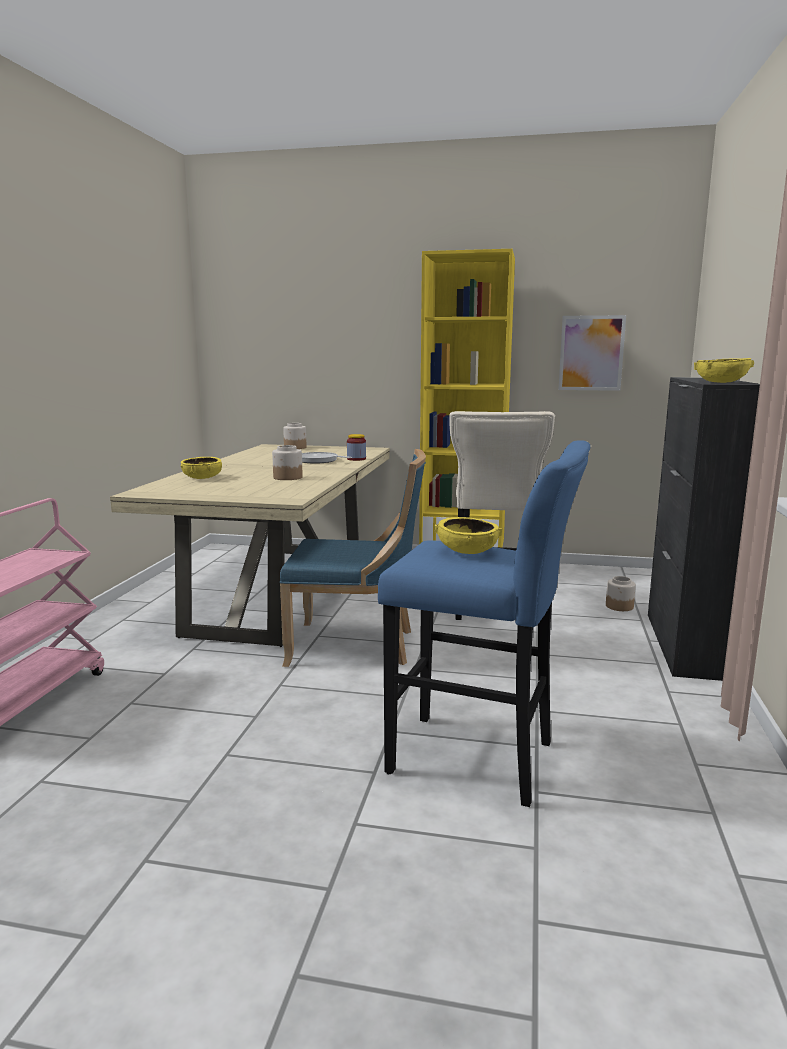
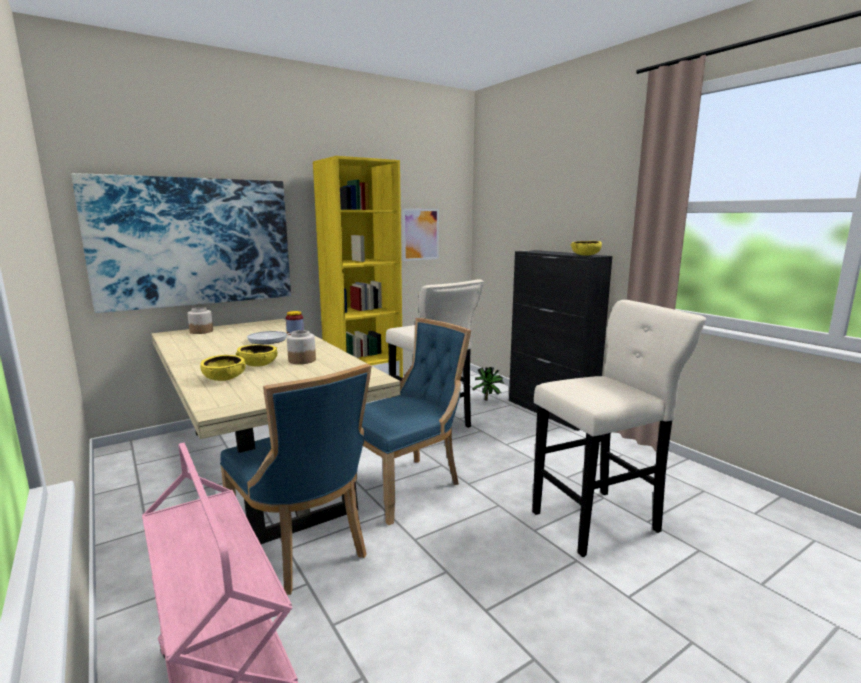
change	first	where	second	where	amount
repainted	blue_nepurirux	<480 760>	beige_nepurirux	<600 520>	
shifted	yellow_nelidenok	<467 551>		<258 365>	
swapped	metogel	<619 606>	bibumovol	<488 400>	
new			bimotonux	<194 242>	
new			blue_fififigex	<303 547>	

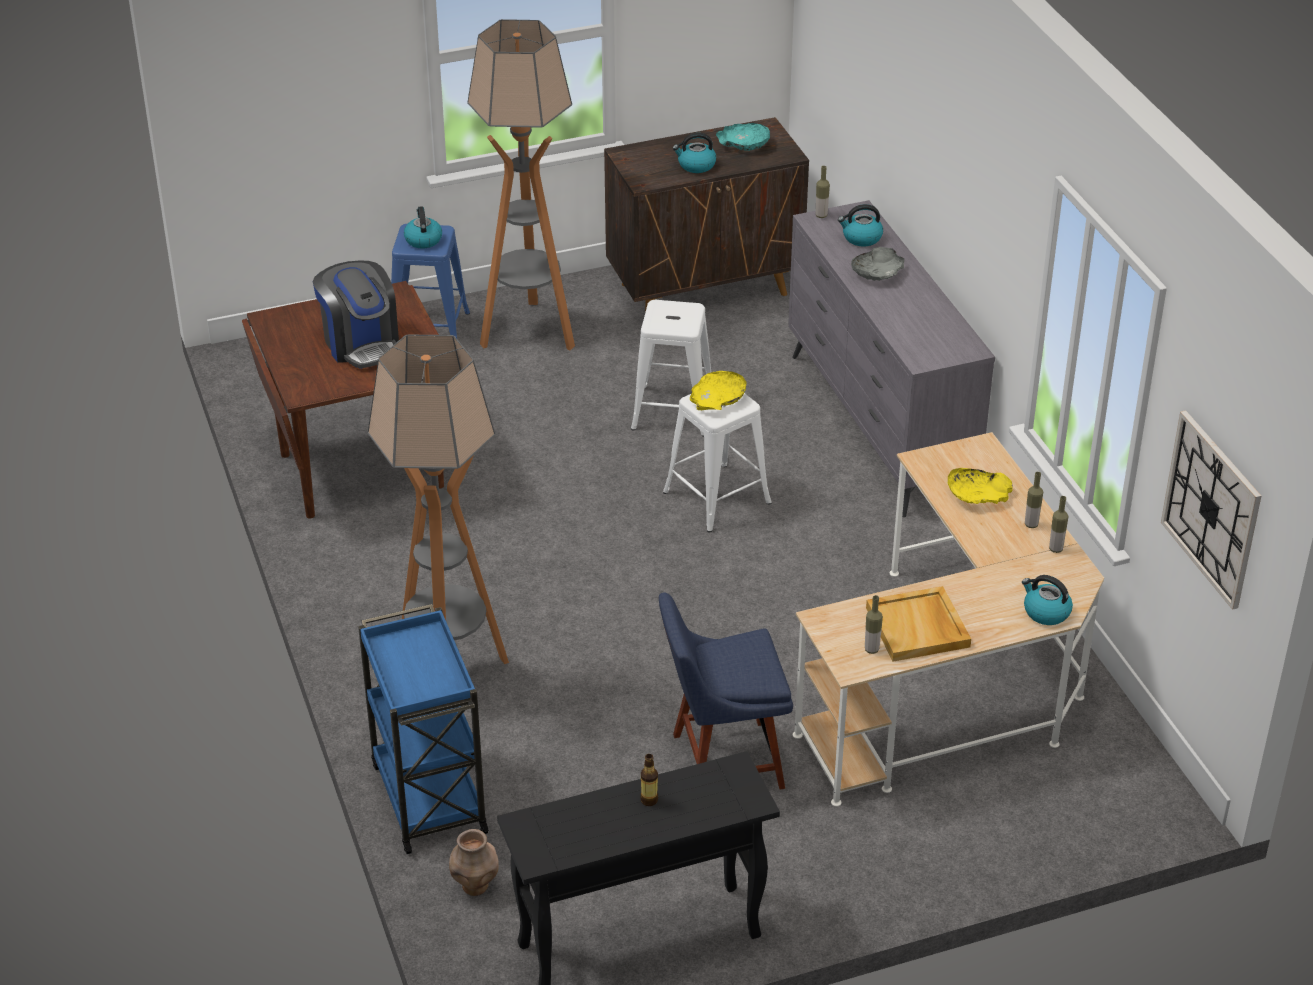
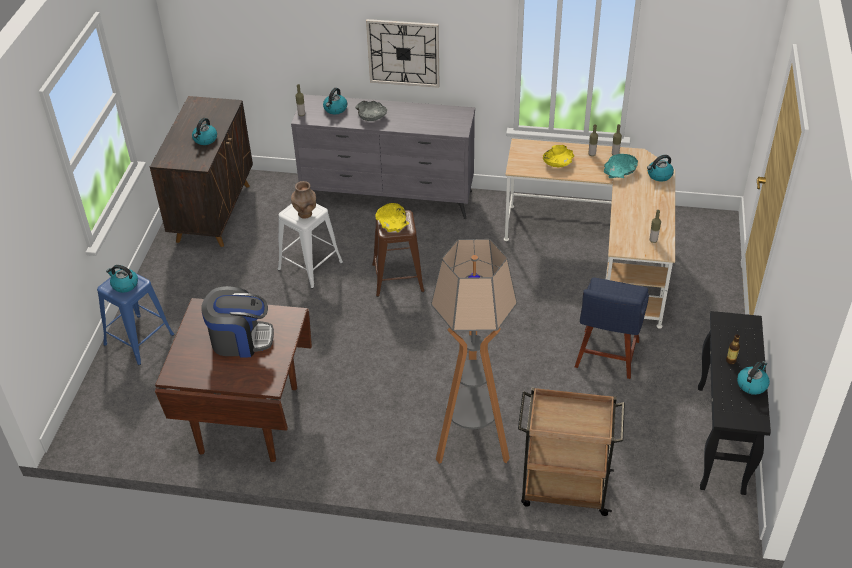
change	first	where	second	where	amount
repainted	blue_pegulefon	<428 796>	brown_pegulefon	<563 489>	
shifted	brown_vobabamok	<475 886>		<305 214>	
gone	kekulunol	<529 332>			
repainted	white_nepurirux	<717 497>	brown_nepurirux	<398 278>	
shifted	turquoise_nelidenok	<744 144>		<619 171>	
gone	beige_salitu	<918 628>			
shifted	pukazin	<1211 508>		<403 53>	
new			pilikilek	<752 384>	

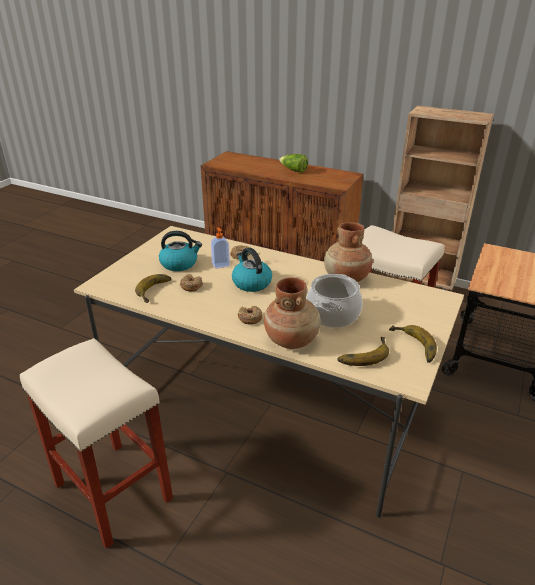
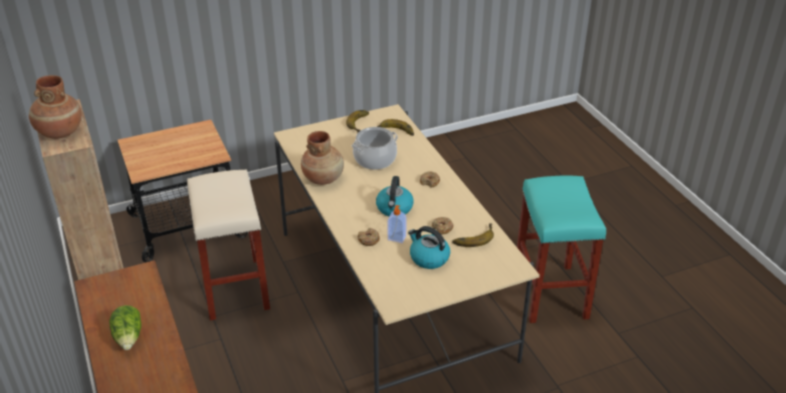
change	first	where	second	where	amount
repainted	beige_nepurirux	<111 491>	turquoise_nepurirux	<551 294>	
shifted	brown_vobabamok	<291 339>		<59 132>	

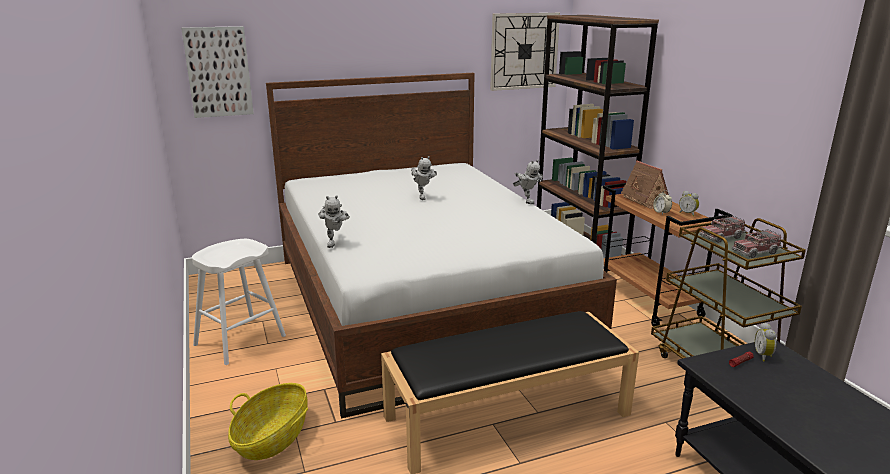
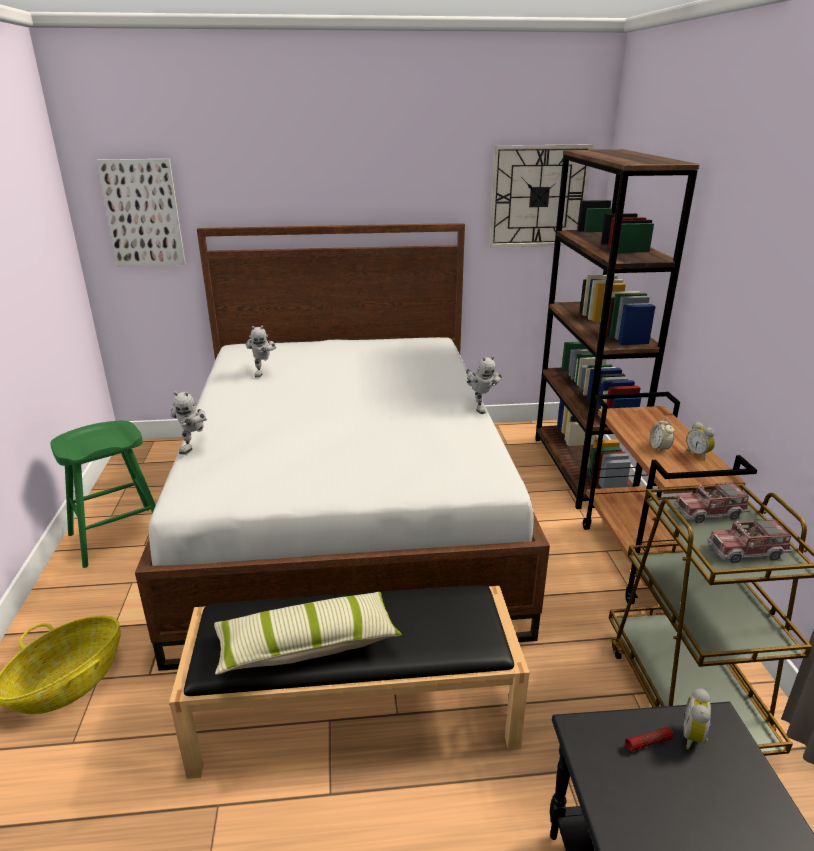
change	first	where	second	where	amount
repainted	white_nepurirux	<240 340>	green_nepurirux	<118 536>	
shifted	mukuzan	<422 197>		<263 372>	
gone	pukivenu	<646 200>			
new			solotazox	<307 645>	

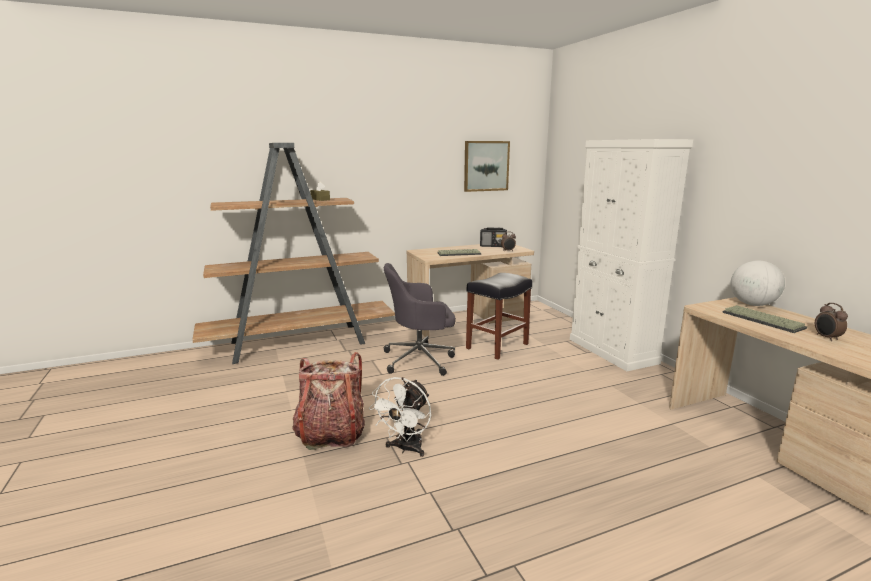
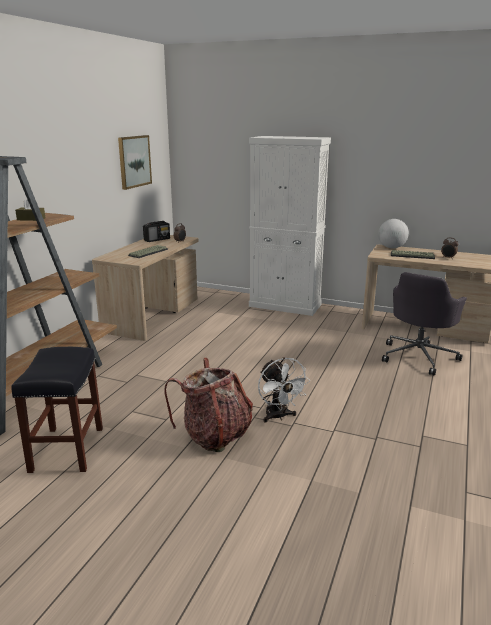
change	first	where	second	where	amount
shifted	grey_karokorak	<420 359>		<419 356>	
shifted	black_nepurirux	<497 346>		<67 450>	

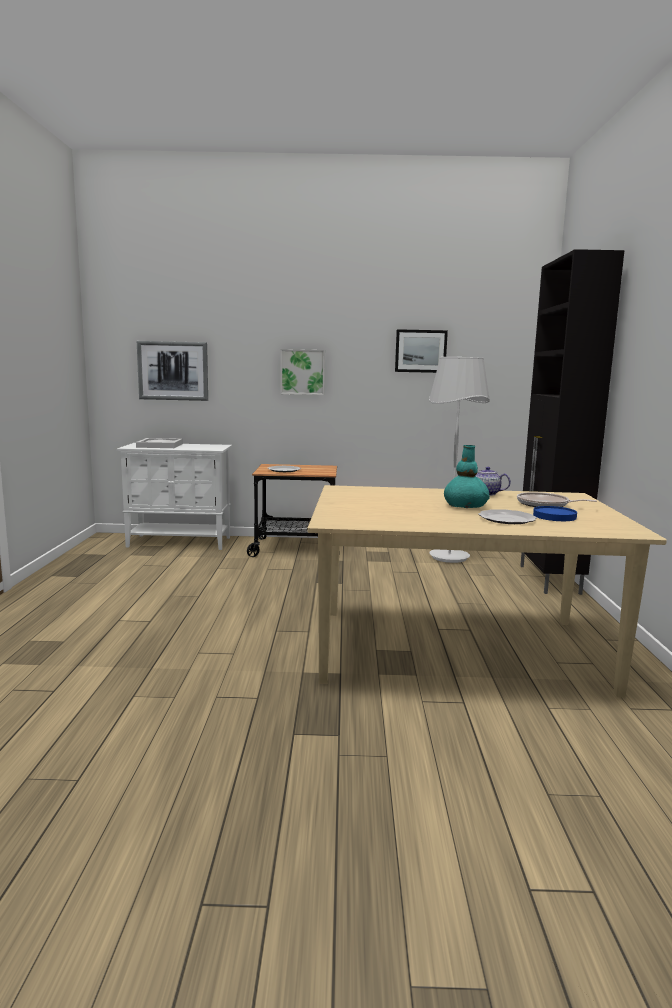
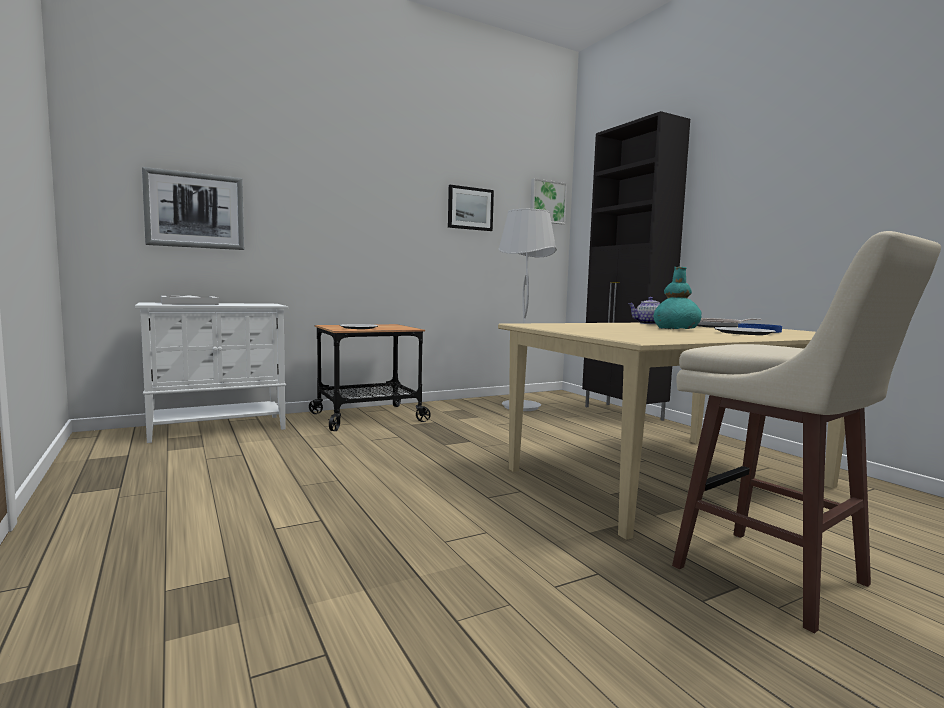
change	first	where	second	where	amount
shifted	bimotonux	<302 372>		<547 202>	
new			beige_nepurirux	<774 579>	

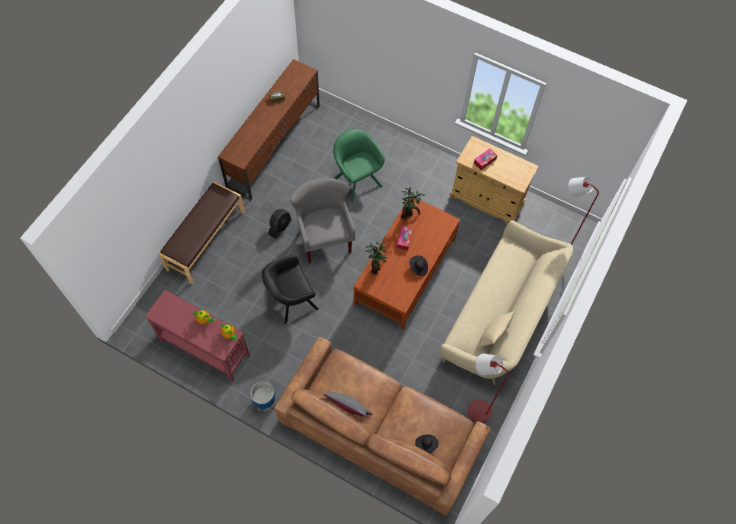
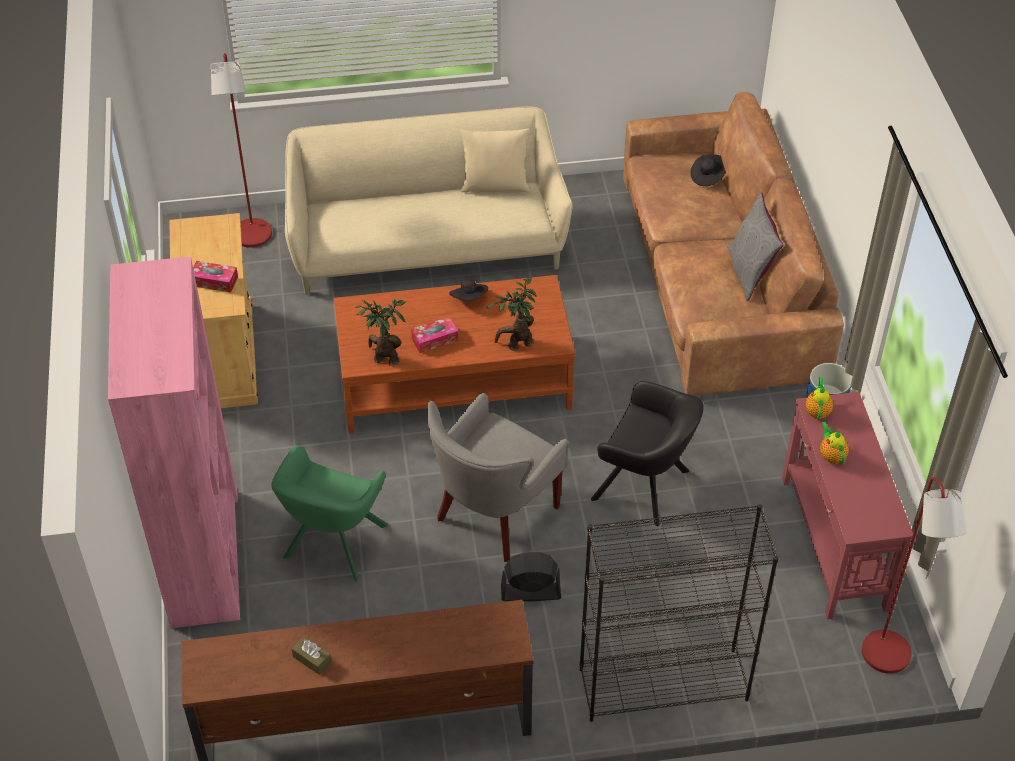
change	first	where	second	where	amount
swapped	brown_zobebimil	<205 240>	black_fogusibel	<662 685>	
shifted	red_kekulunol	<475 409>		<889 661>	
new			pink_fogusibel	<205 557>	

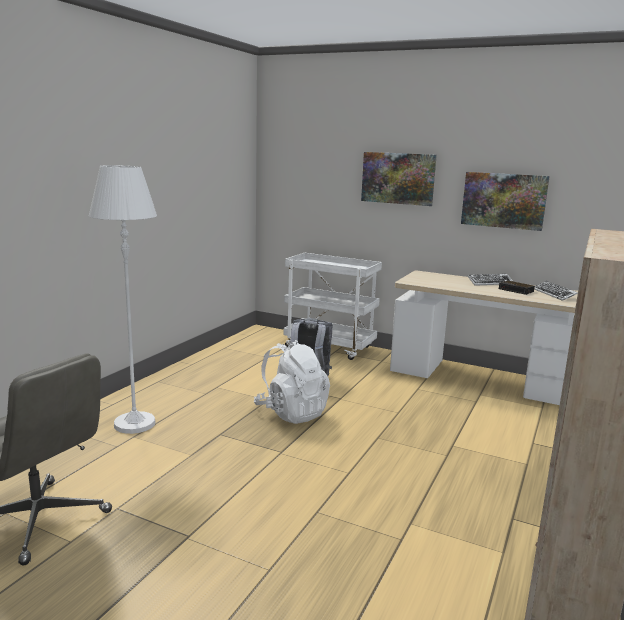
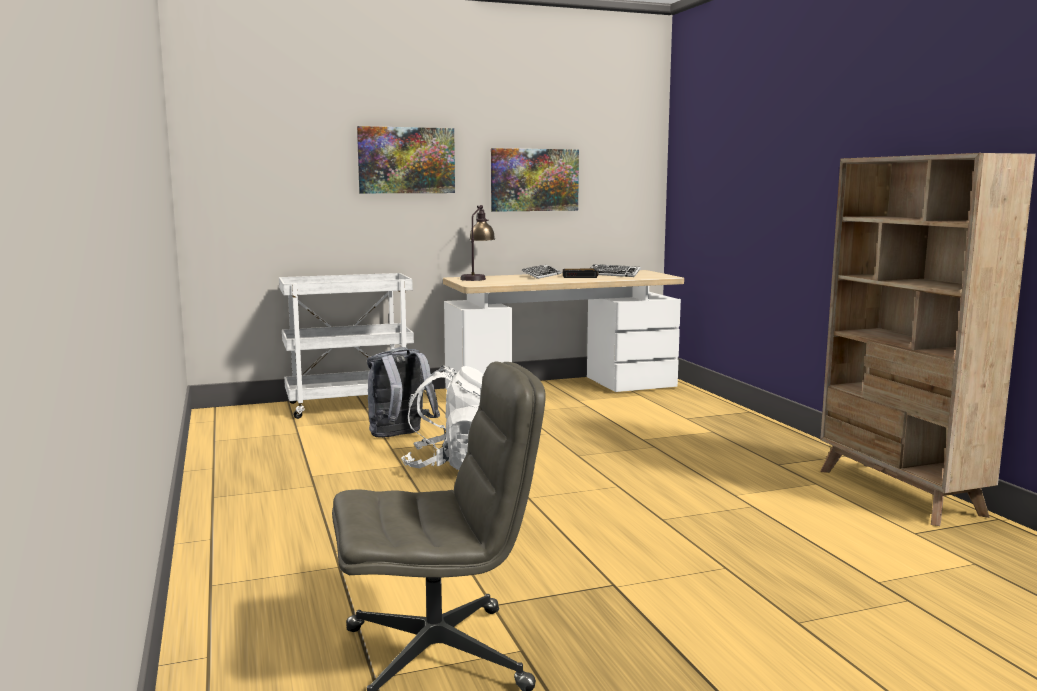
change	first	where	second	where	amount
gone	white_kekulunol	<134 424>			
new			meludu	<477 278>	

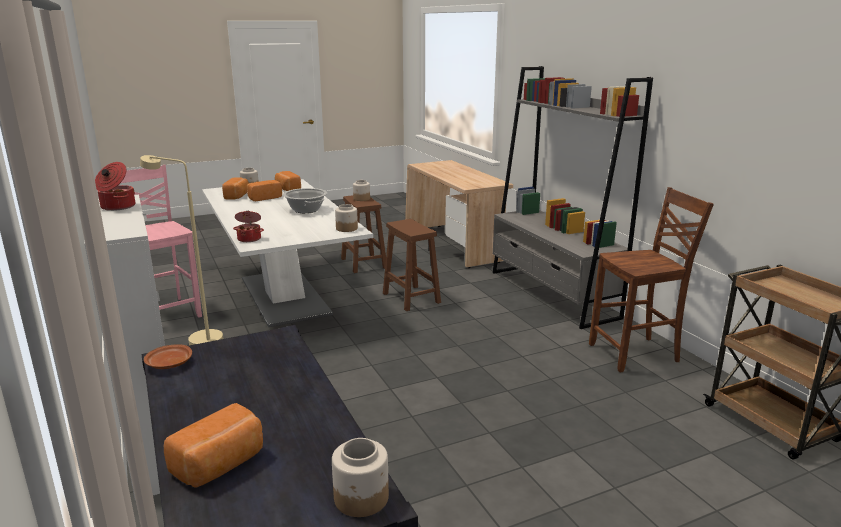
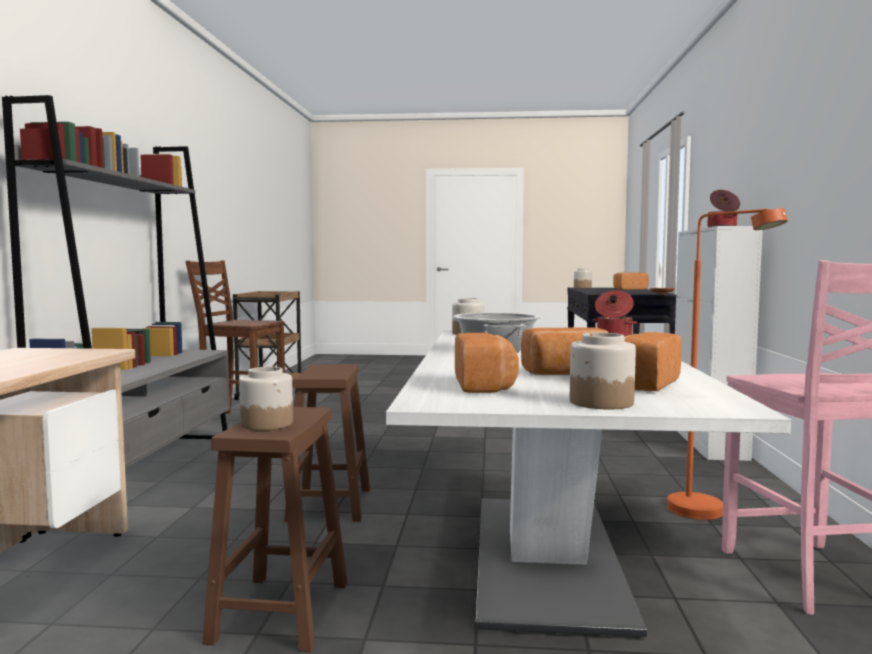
change	first	where	second	where	amount
repainted	beige_kekulunol	<198 340>	orange_kekulunol	<709 514>	

